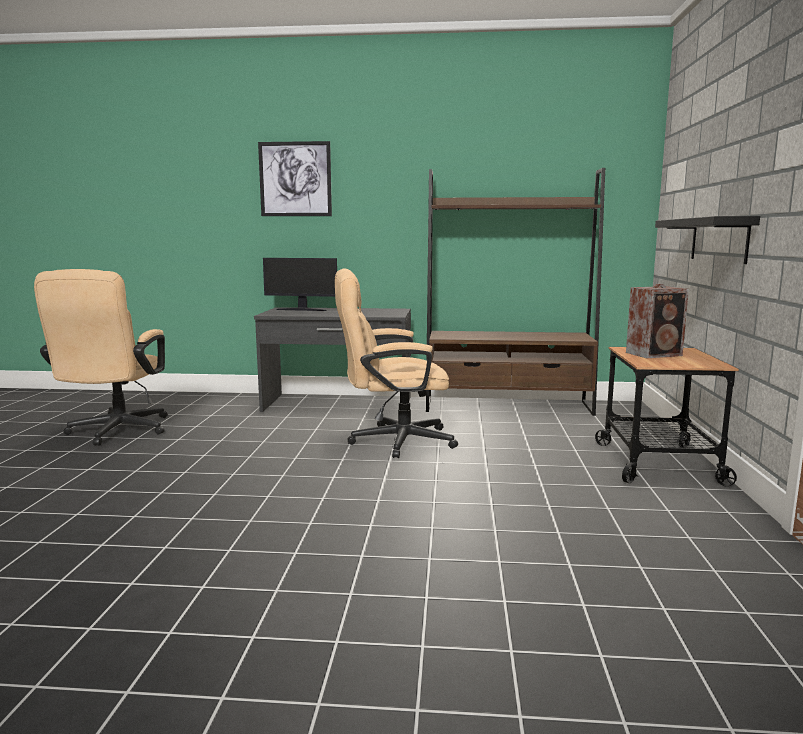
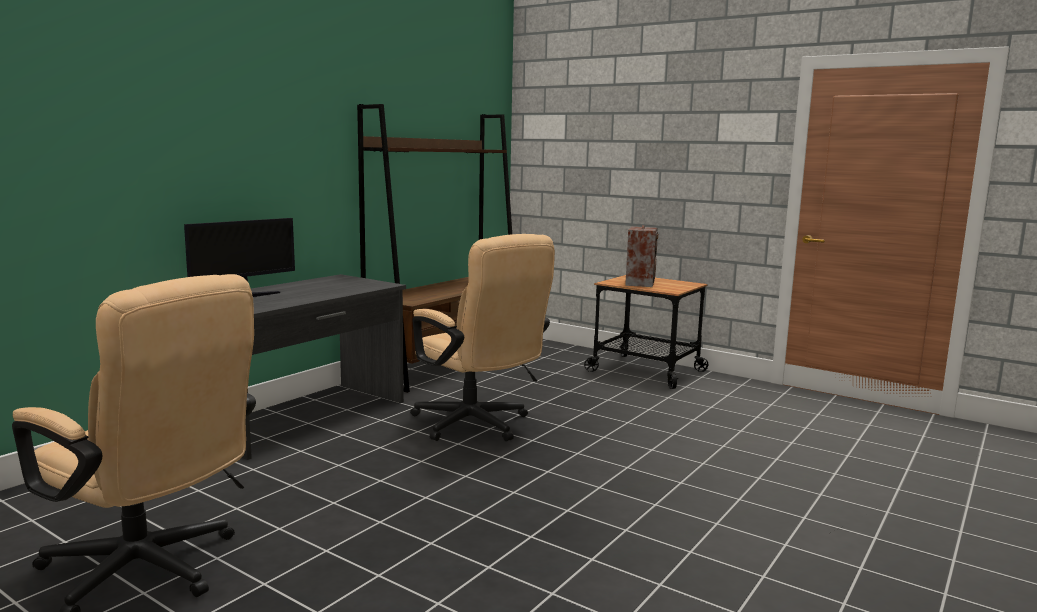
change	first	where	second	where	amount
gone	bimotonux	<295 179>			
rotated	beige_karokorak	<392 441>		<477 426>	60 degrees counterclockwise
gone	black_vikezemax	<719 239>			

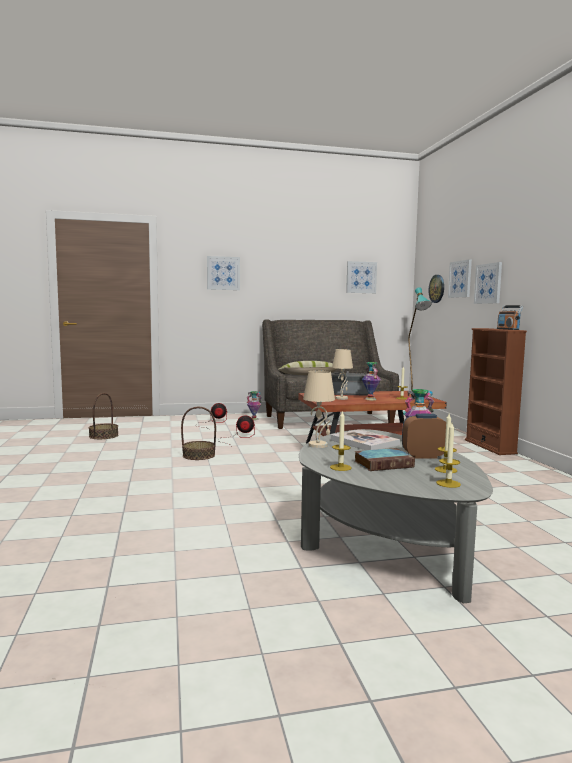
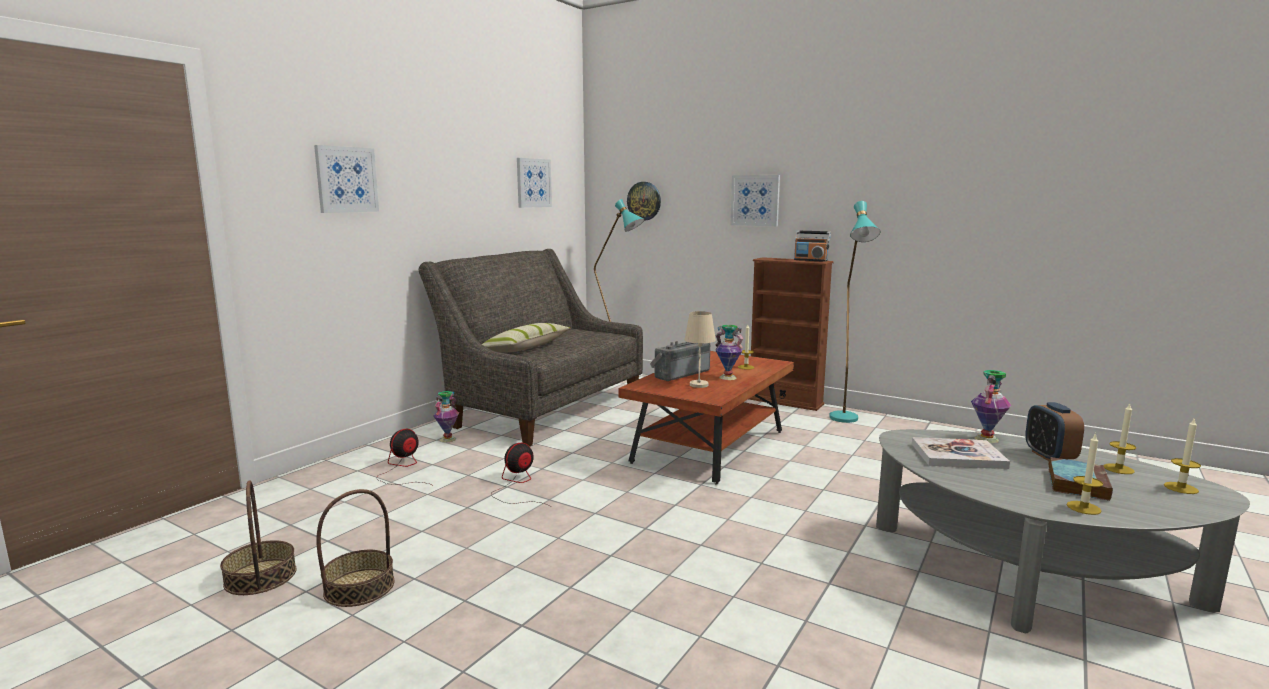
change	first	where	second	where	amount
shifted	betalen	<199 455>		<359 587>	
gone	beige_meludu	<318 445>			
rotated	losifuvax	<423 456>		<1049 456>	45 degrees counterclockwise
gone	bimotonux	<460 279>			
new			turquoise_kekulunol	<846 421>	

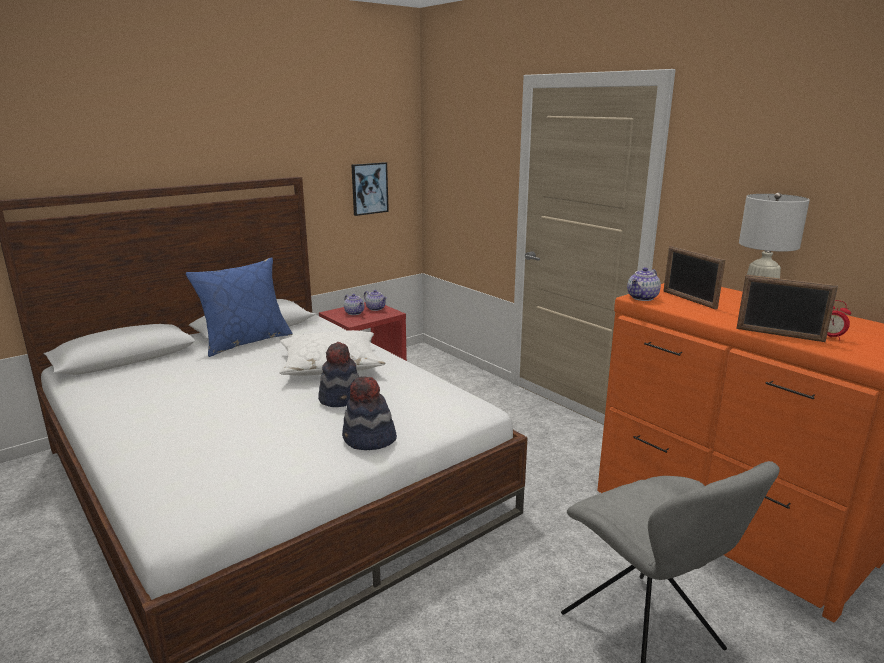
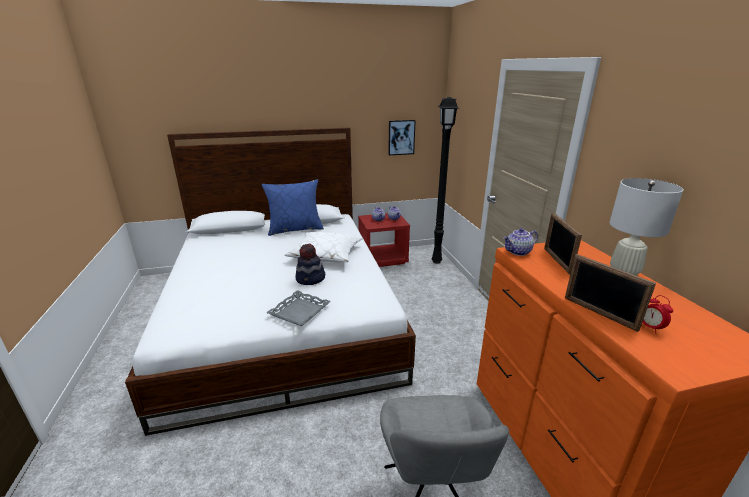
change	first	where	second	where	amount
swapped	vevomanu	<369 440>	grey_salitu	<300 312>	
new			black_kekulunol	<437 261>	

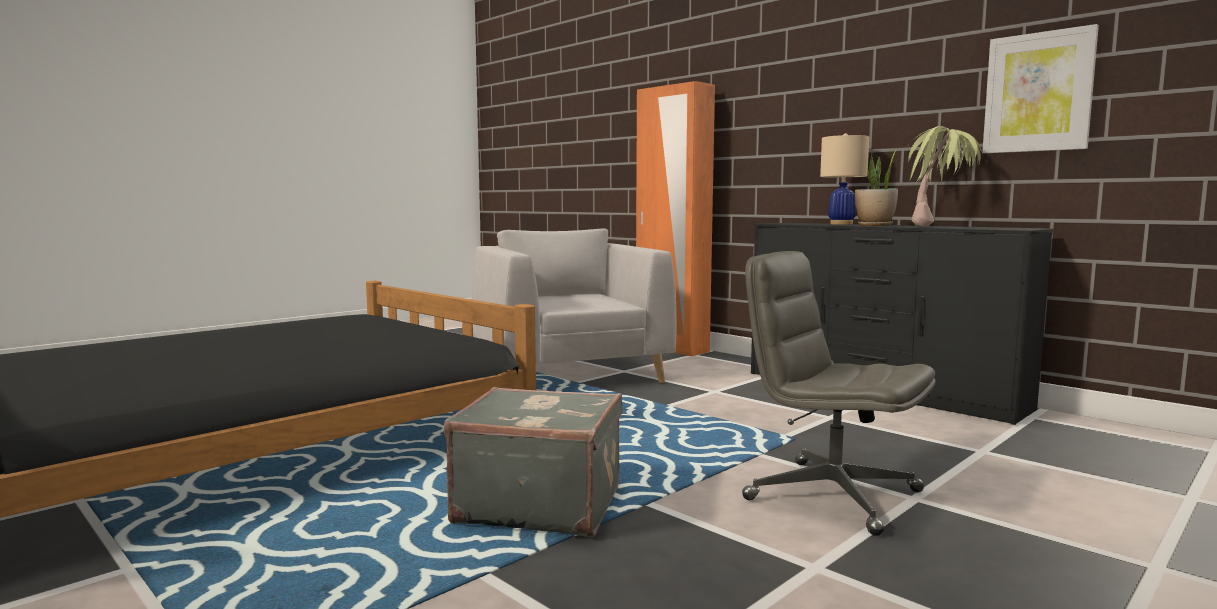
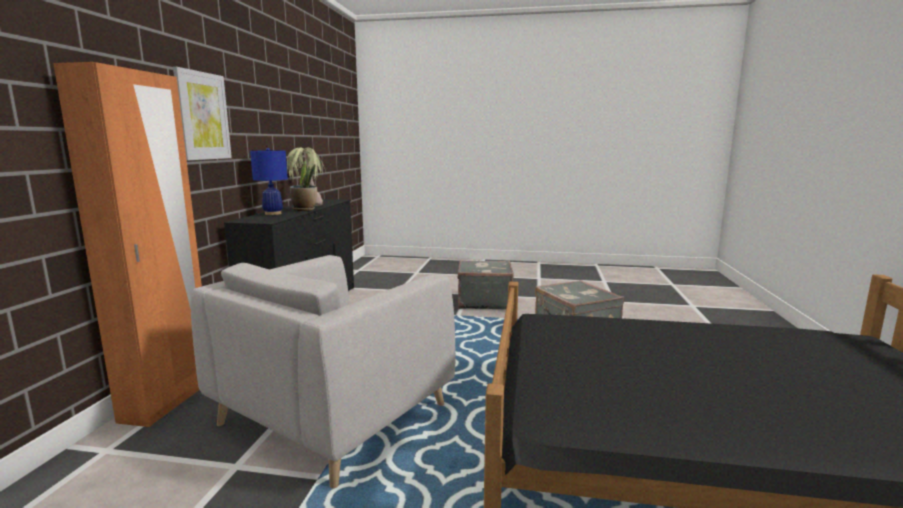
change	first	where	second	where	amount
swapped	grey_karokorak	<831 495>	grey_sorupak	<483 302>	
repainted	beige_meludu	<841 224>	blue_meludu	<273 214>	
shifted	bimotonux	<1038 92>		<202 116>	

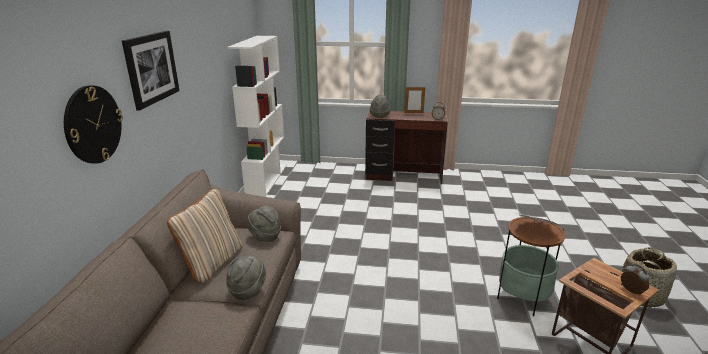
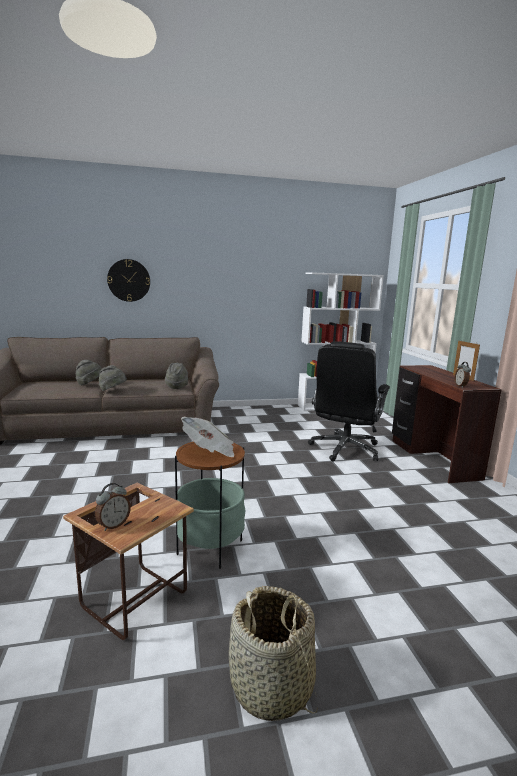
change	first	where	second	where	amount
gone	bimotonux	<151 68>			
gone	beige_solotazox	<212 262>			
shifted	grey_vevomanu	<379 115>		<89 384>	
new			black_karokorak	<344 449>	

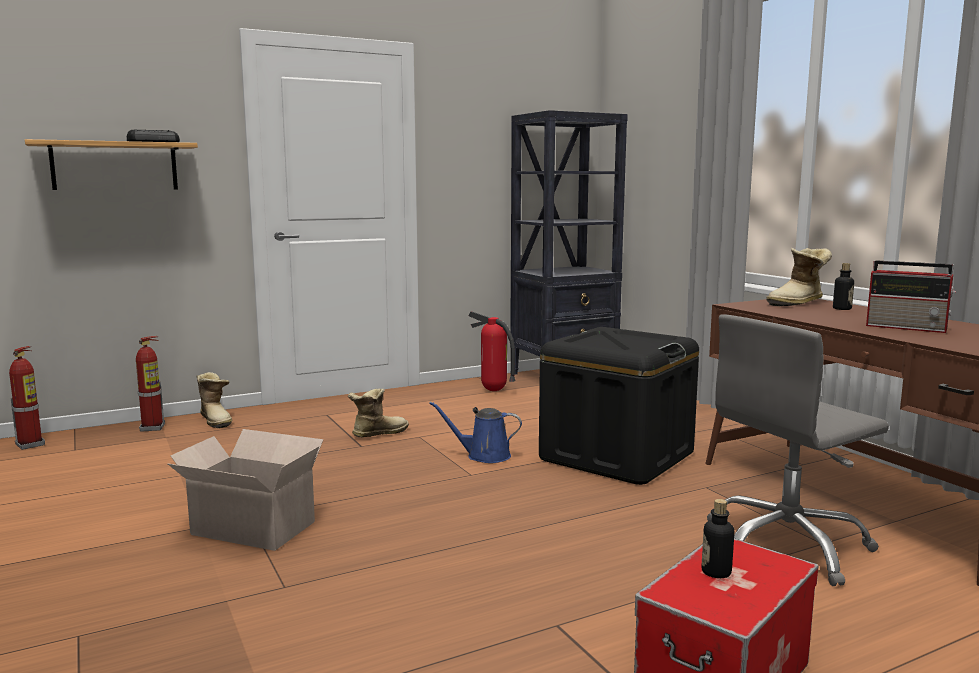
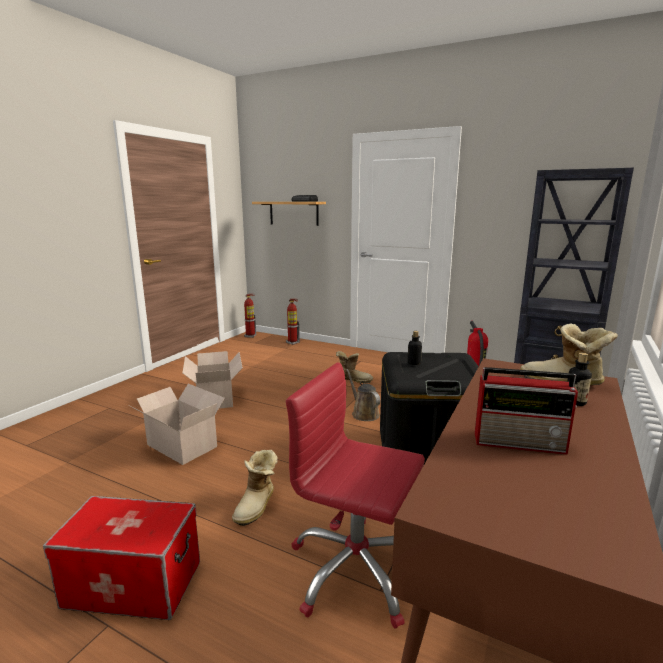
change	first	where	second	where	amount
shifted	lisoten	<216 420>		<257 506>	
repainted	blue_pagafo	<484 456>	brown_pagafo	<364 413>	
shifted	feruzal	<716 572>		<414 363>	
repainted	grey_karokorak	<787 545>	red_karokorak	<355 570>	
rotated	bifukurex	<908 327>		<521 442>	75 degrees counterclockwise
new			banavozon	<181 445>	

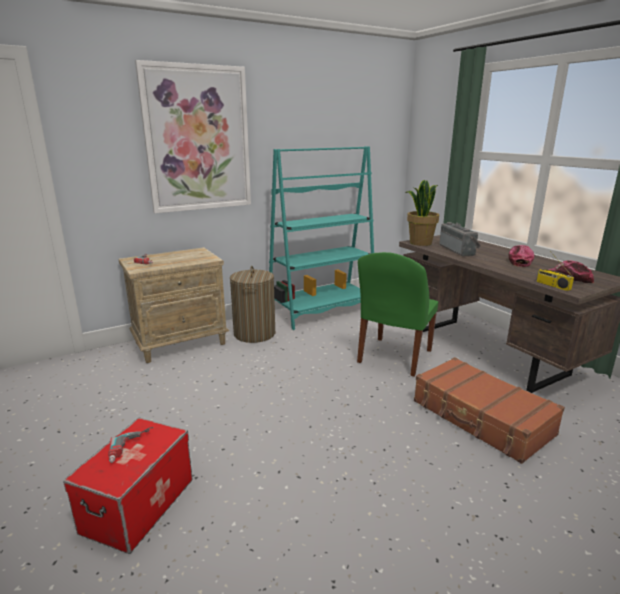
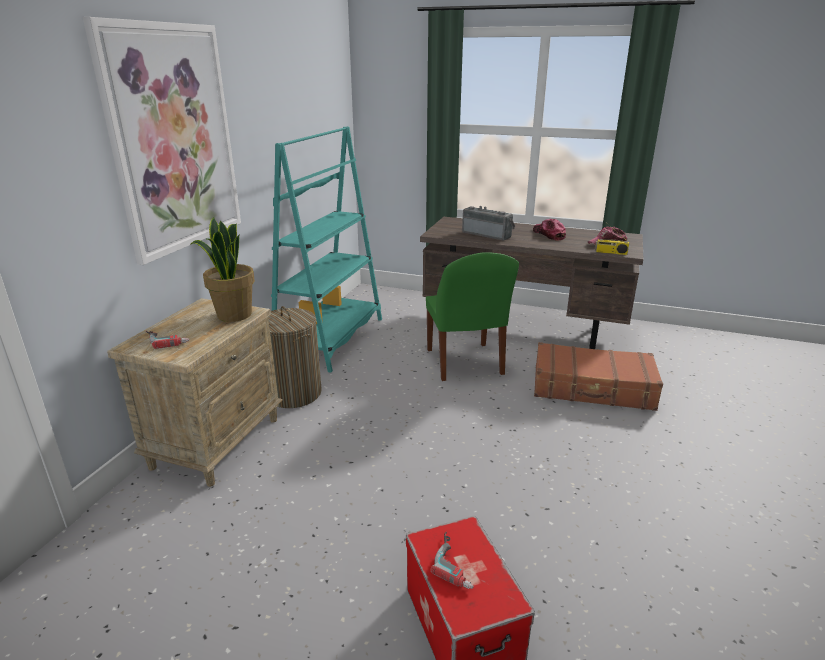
change	first	where	second	where	amount
shifted	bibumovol	<420 243>		<233 315>	

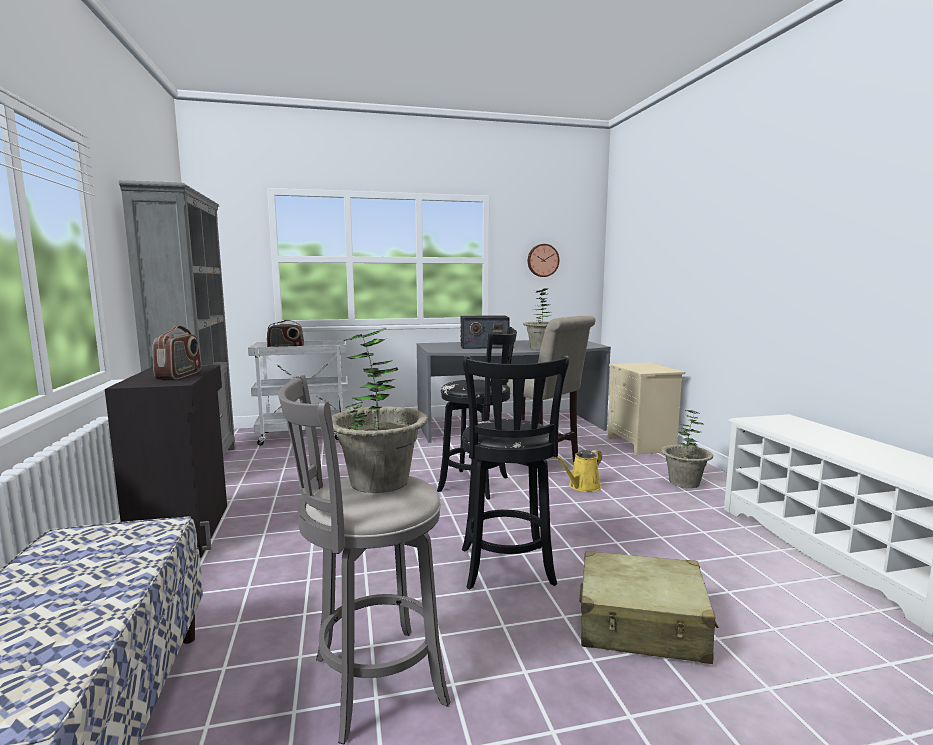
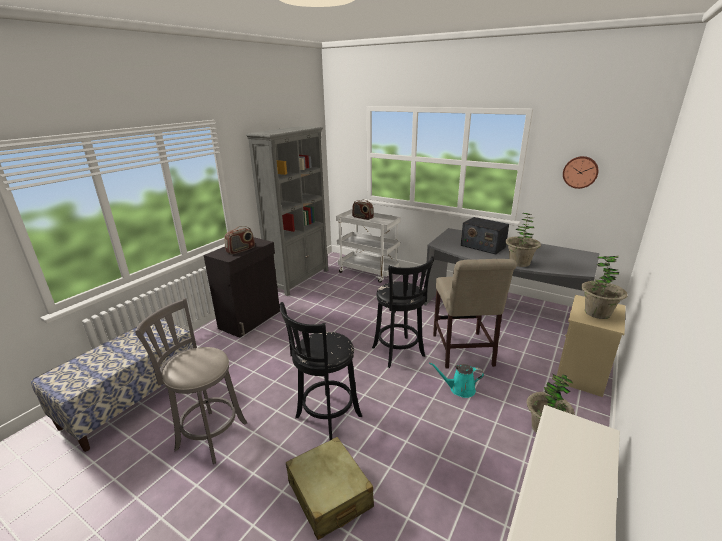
change	first	where	second	where	amount
shifted	bibumovol	<379 482>		<597 313>	
repainted	yellow_pagafo	<582 487>	turquoise_pagafo	<459 389>	

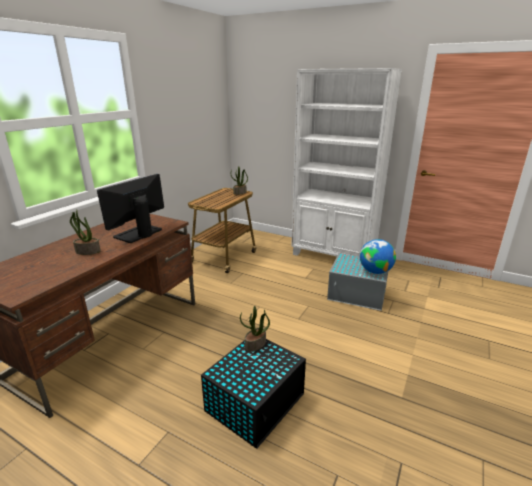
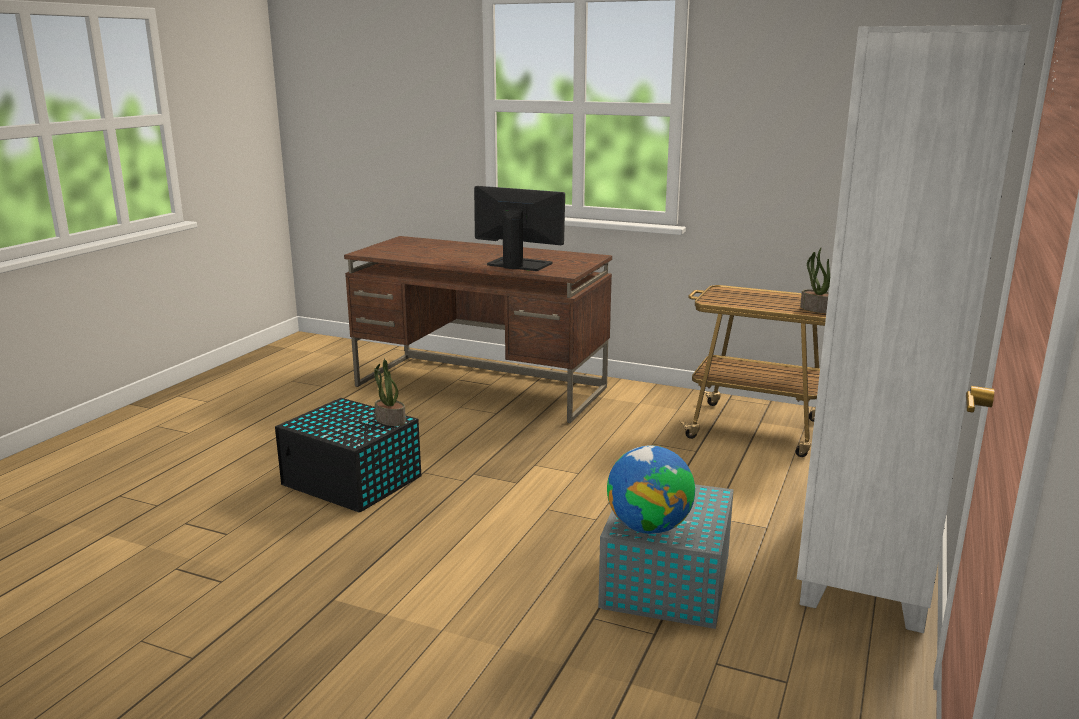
change	first	where	second	where	amount
gone	bibumovol	<87 251>			

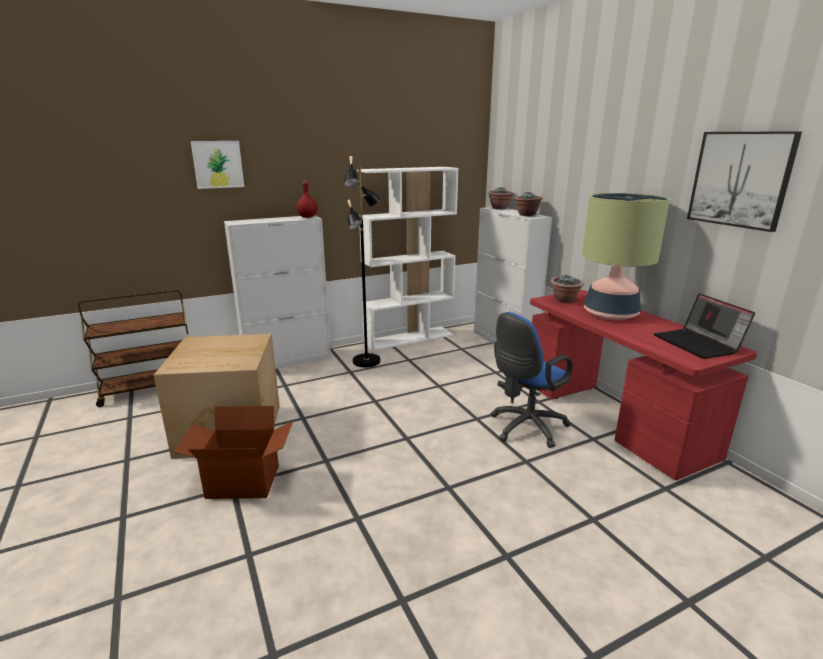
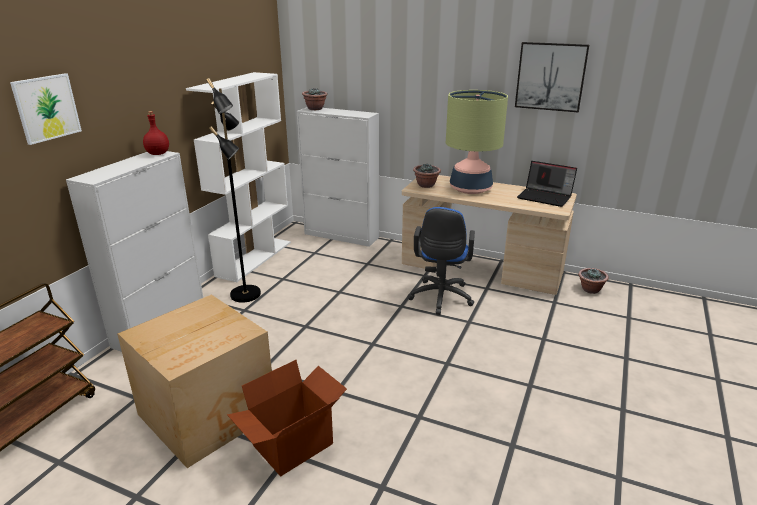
change	first	where	second	where	amount
shifted	bibumovol	<526 215>		<590 290>	
repainted	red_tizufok	<611 419>	beige_tizufok	<481 270>	

